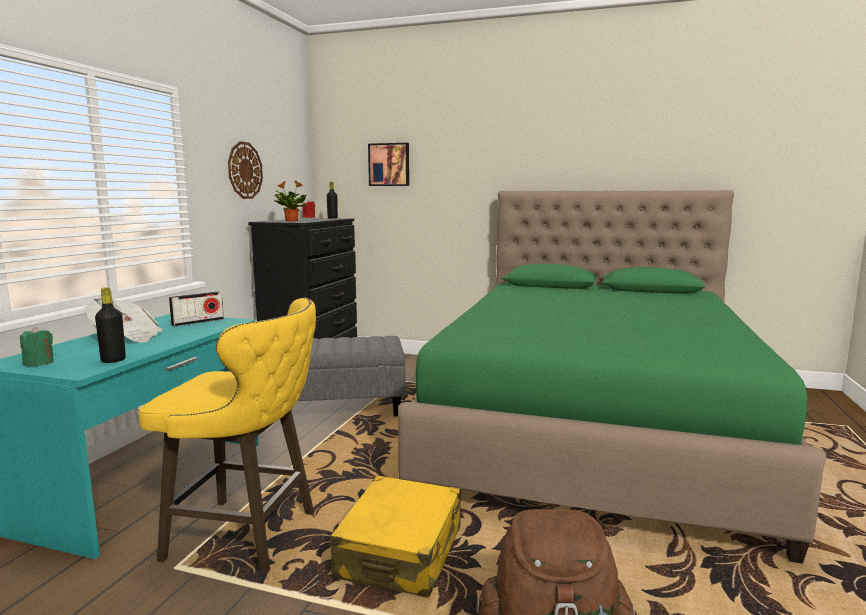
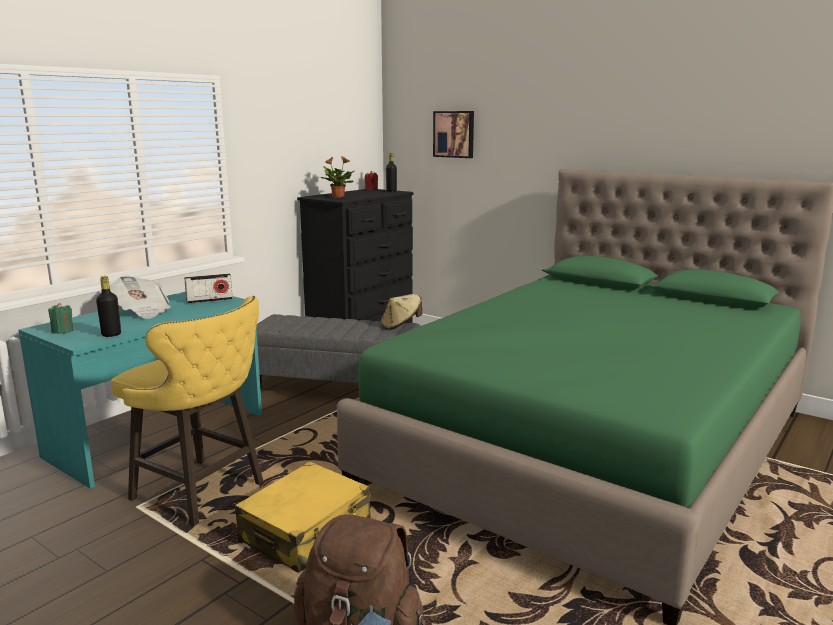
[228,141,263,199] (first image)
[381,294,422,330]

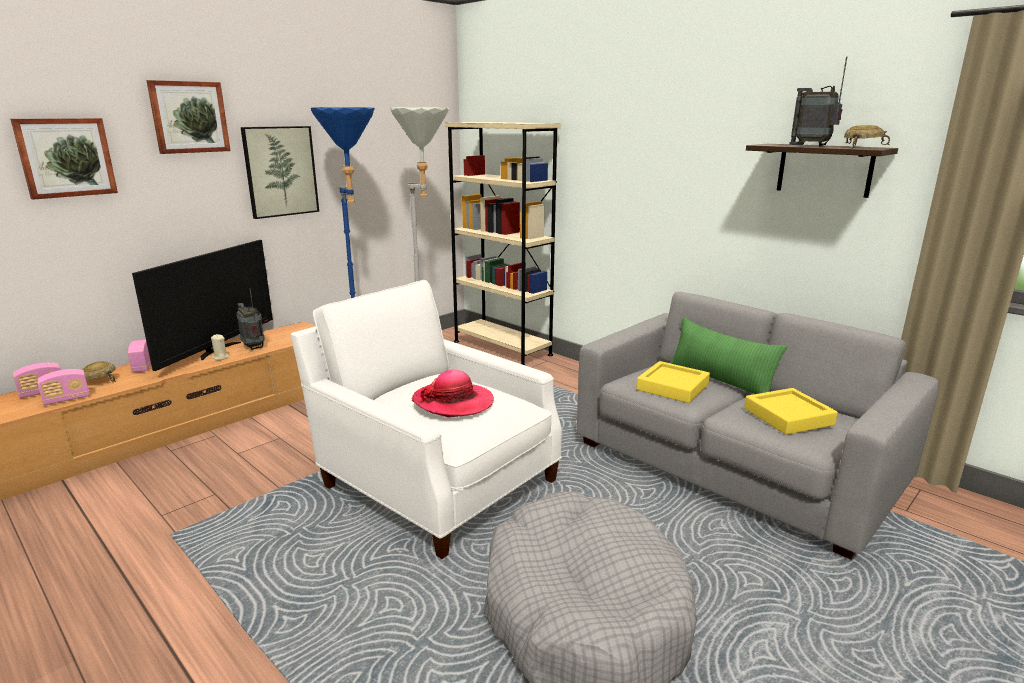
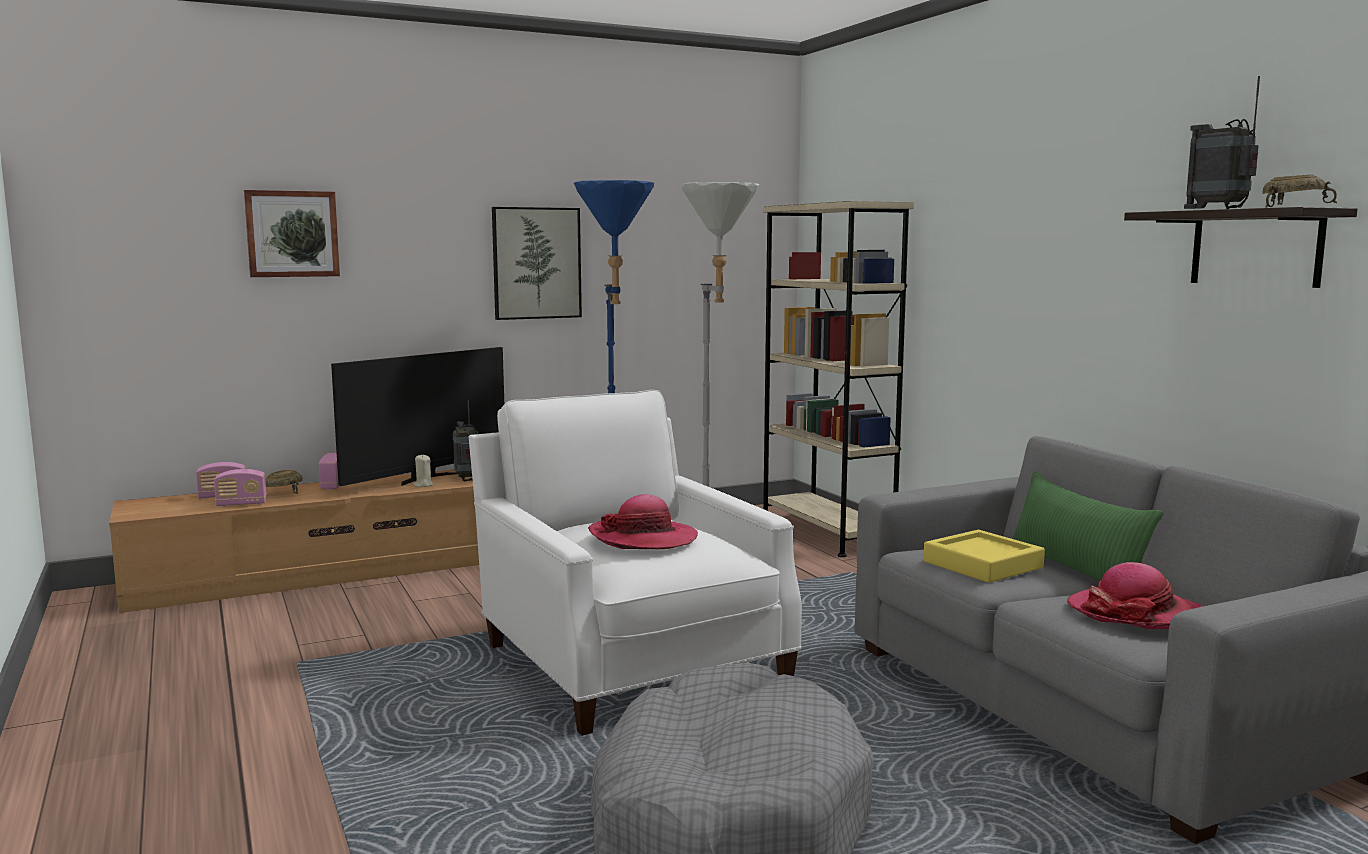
[146,80,231,154] (first image)
[1066,562,1203,629]

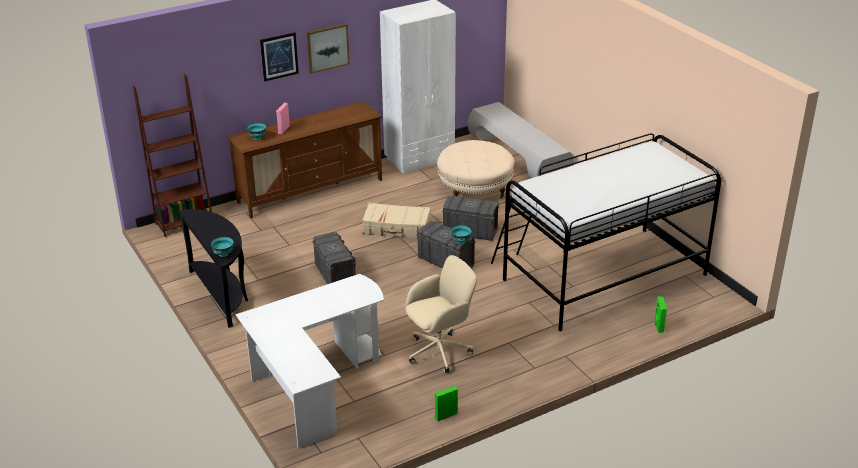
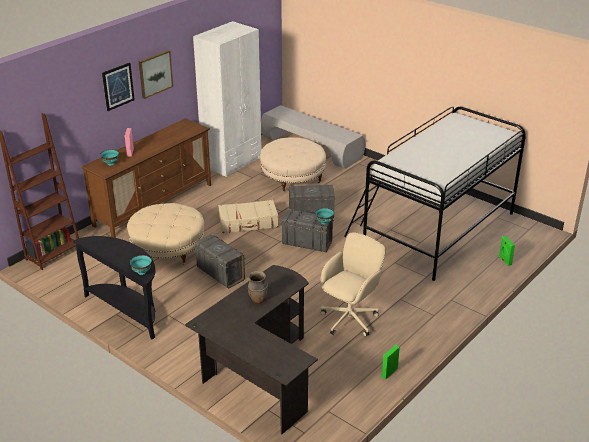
[185,265,318,434]
[127,203,204,264]
[248,271,268,303]

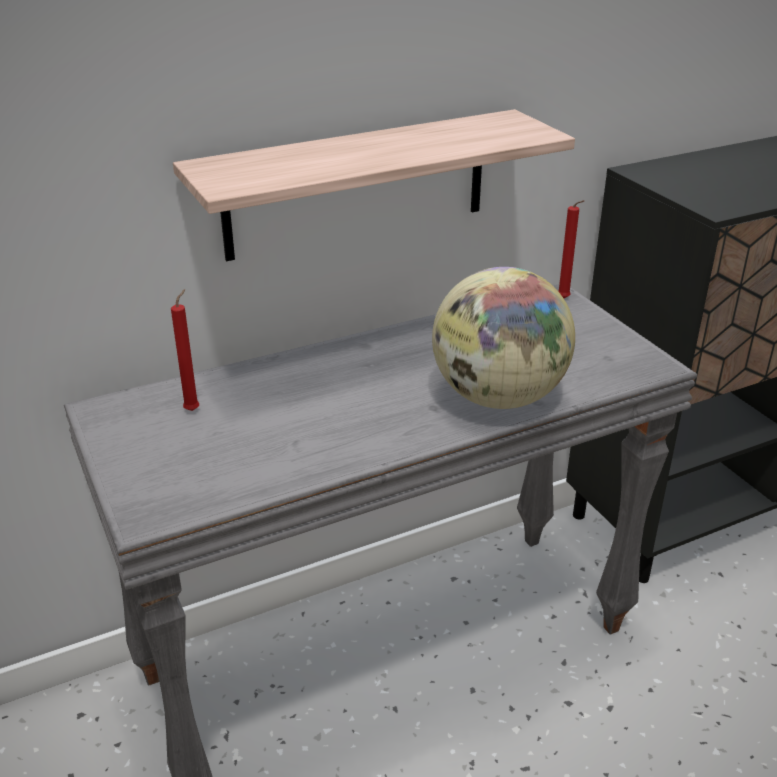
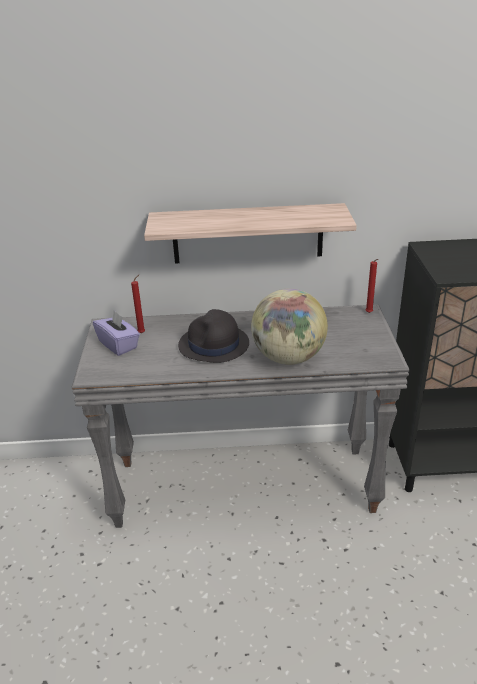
[93,311,140,356]
[178,309,249,363]

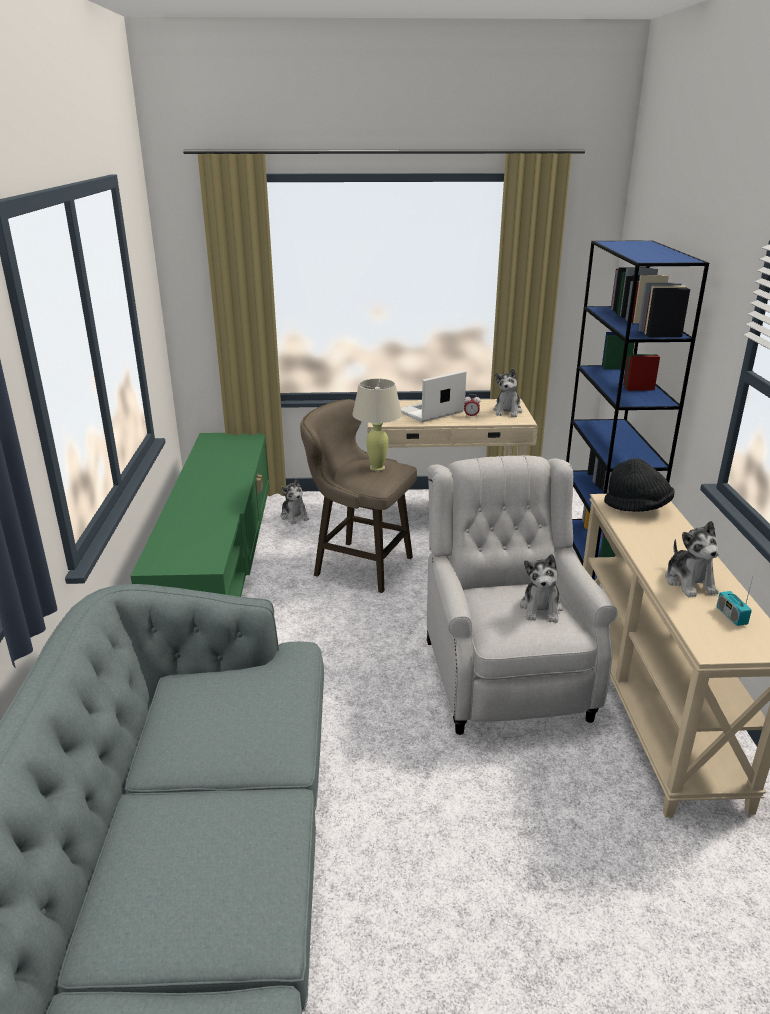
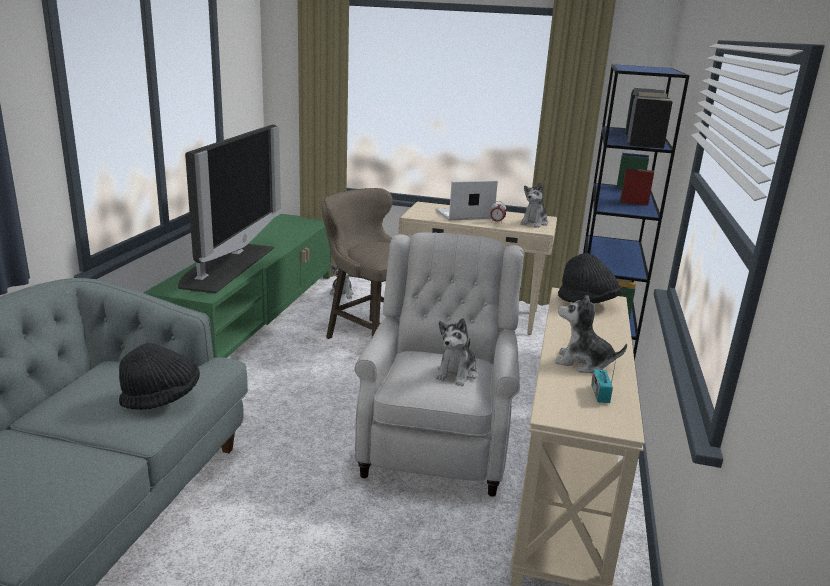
[352,378,402,471] (first image)
[555,295,627,373]
[119,343,200,410]
[178,125,281,293]

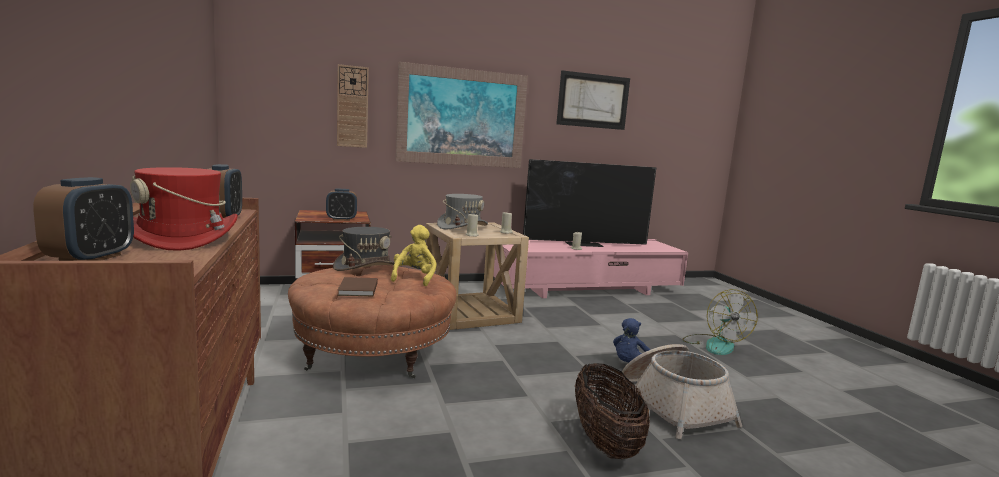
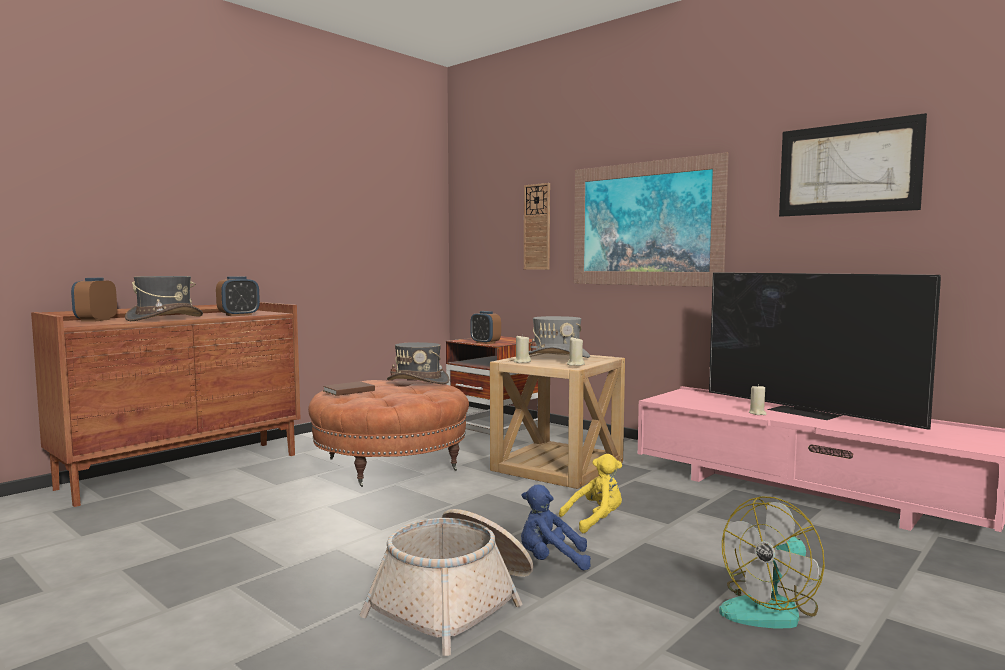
[71,278,117,322]
[125,276,203,321]
[559,454,622,533]
[575,363,650,459] (first image)

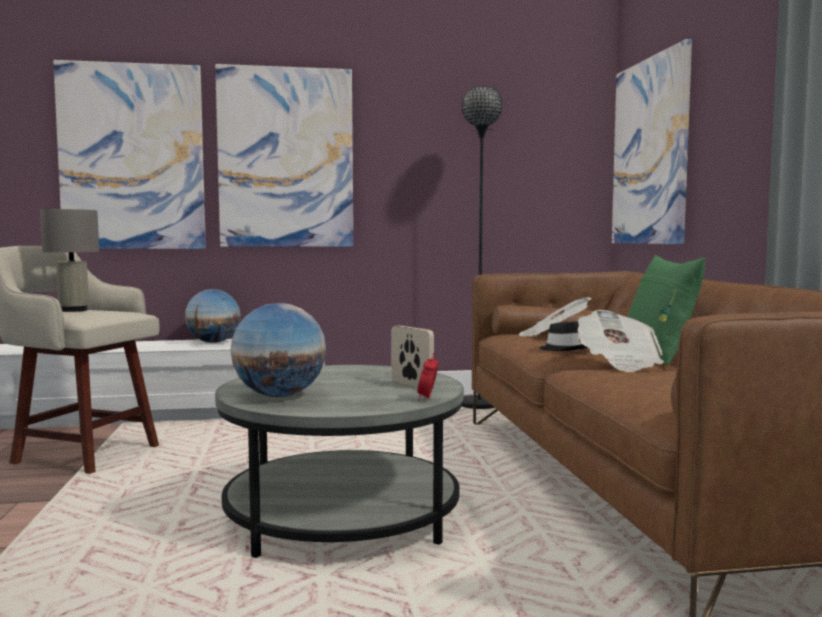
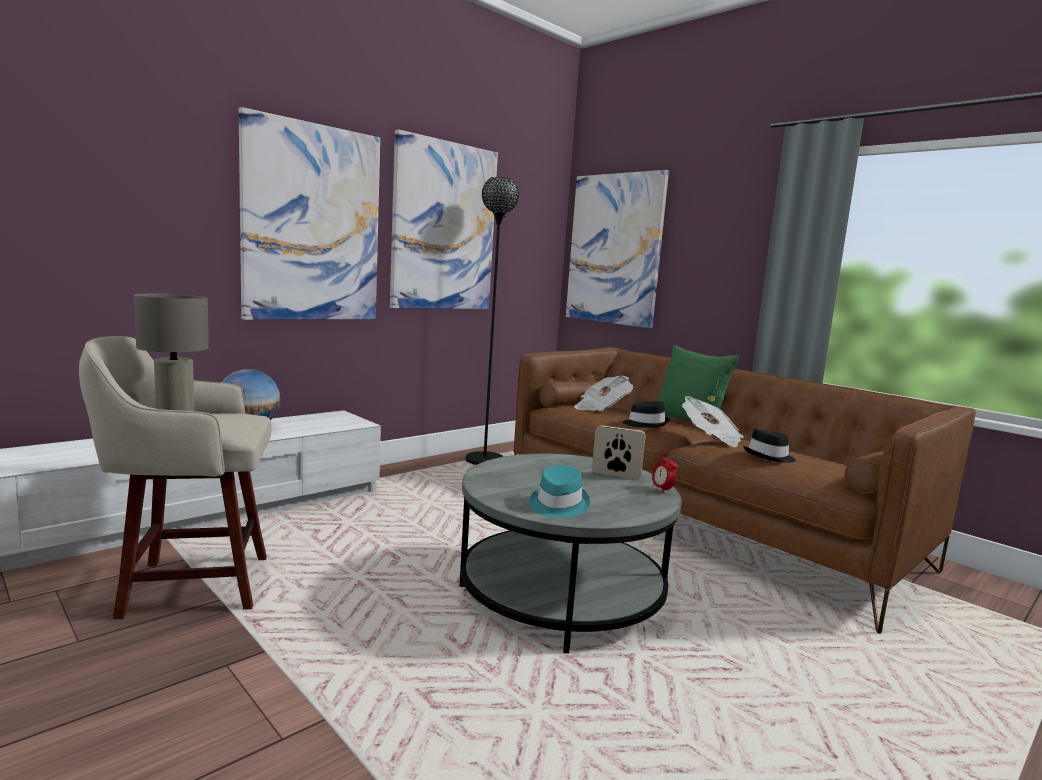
[390,129,498,309]
[529,465,590,518]
[743,428,795,462]

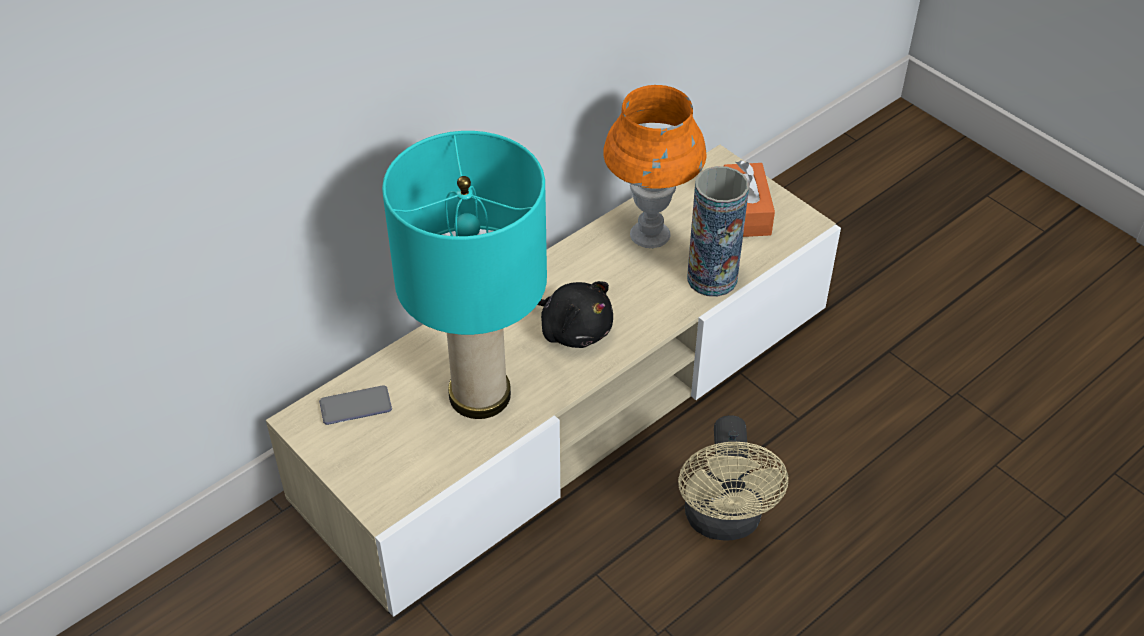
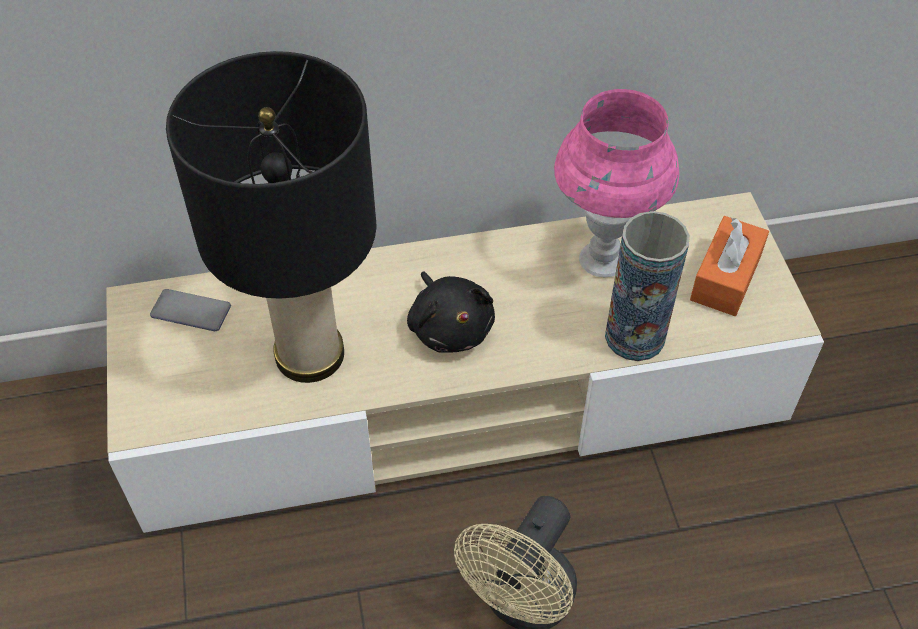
[166,51,377,383]
[554,89,679,277]

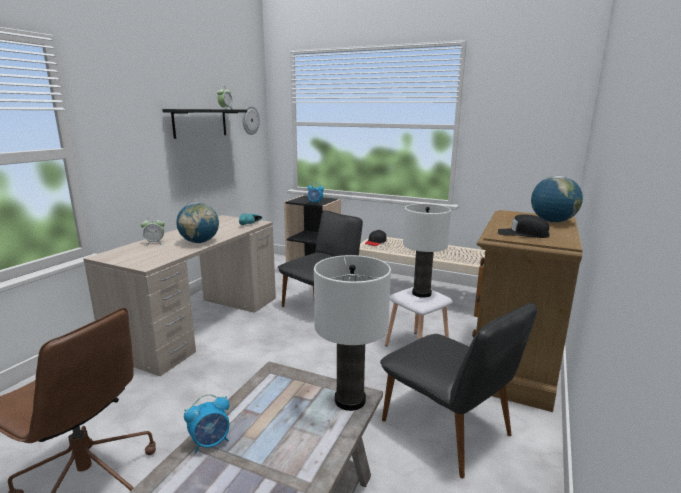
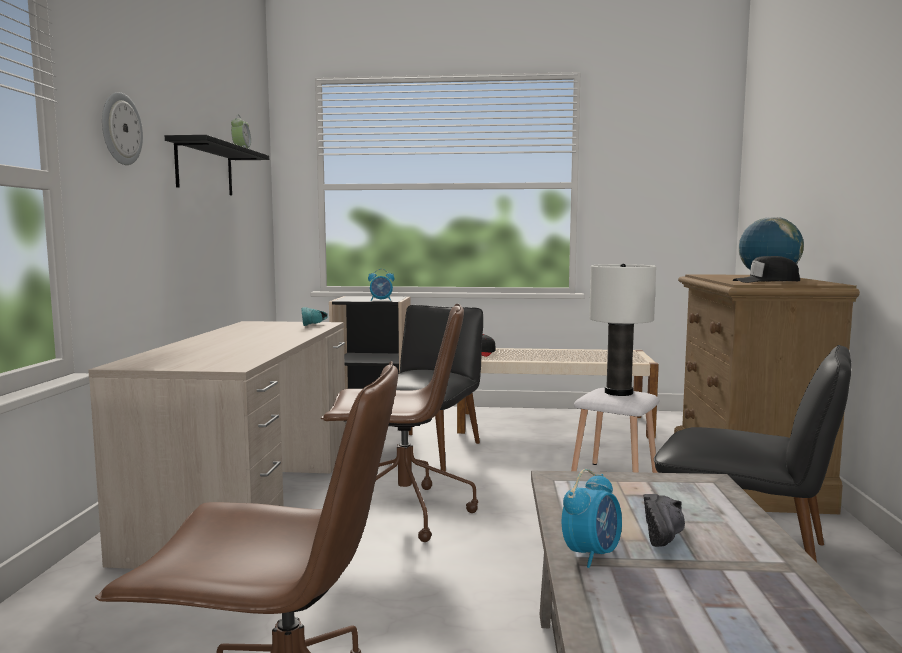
[141,220,165,245] (first image)
[176,202,219,243] (first image)
[102,92,143,165]
[314,255,391,411] (first image)
[321,304,478,542]
[643,494,685,547]

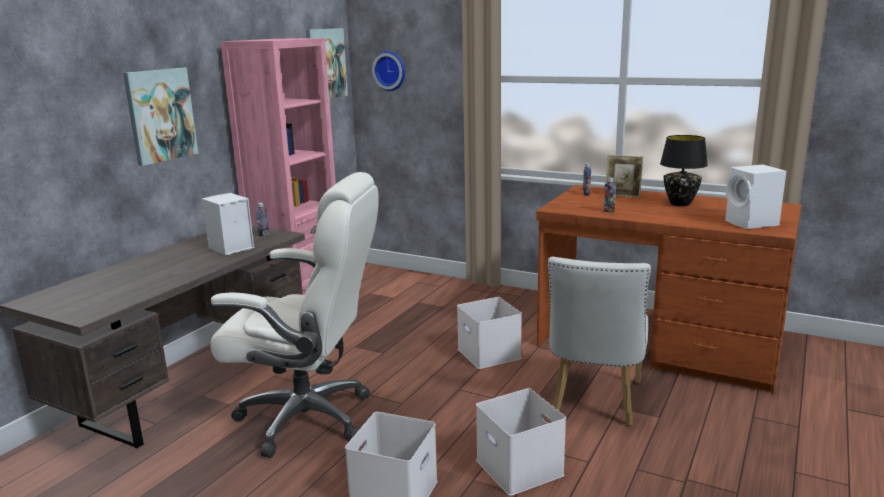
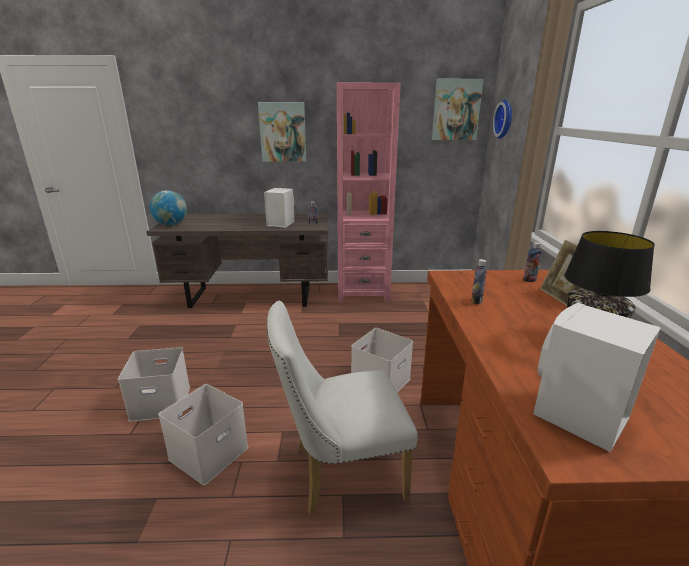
[211,172,379,458] (first image)
[150,190,187,225]

